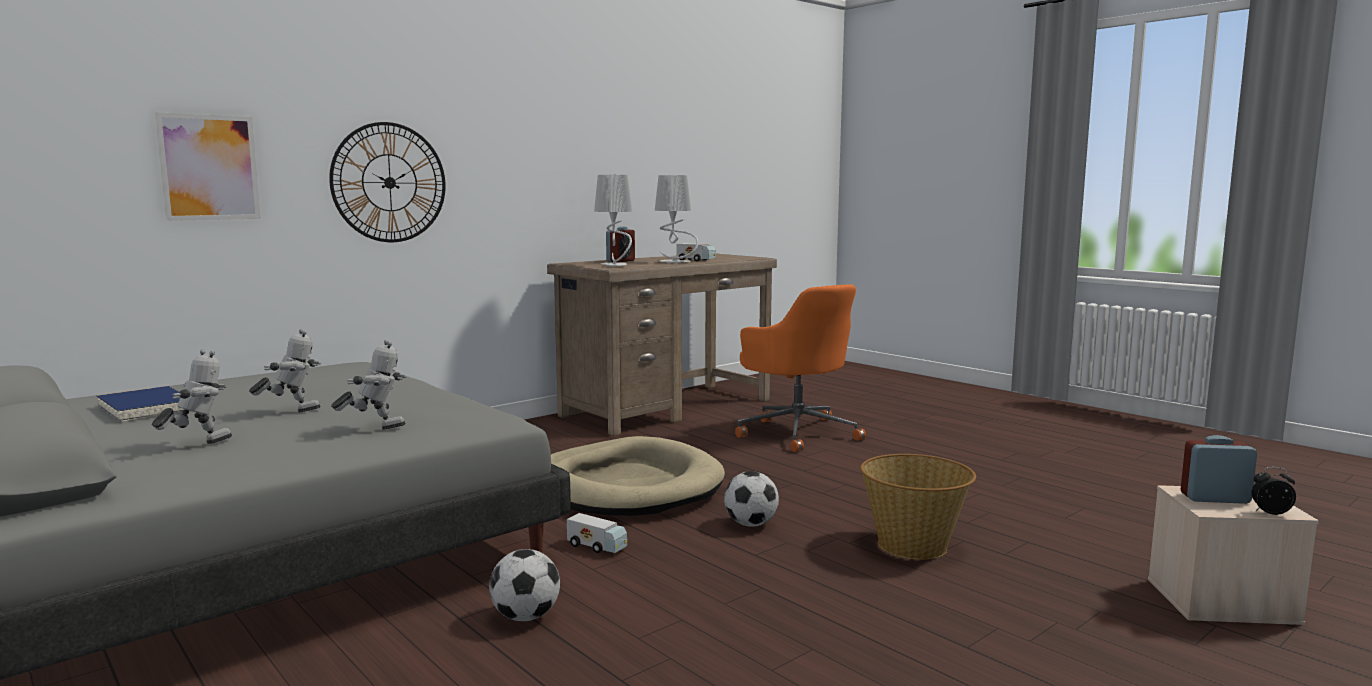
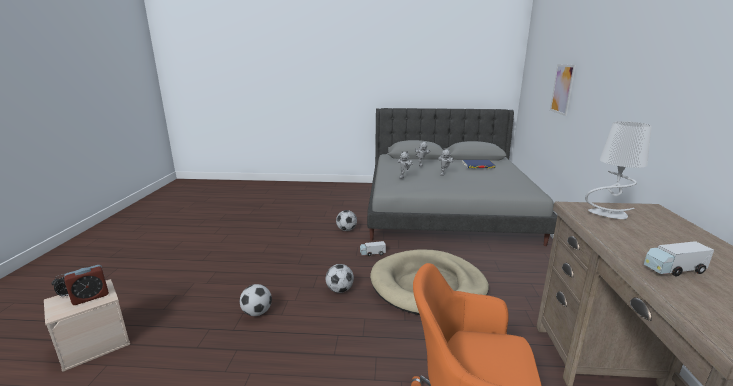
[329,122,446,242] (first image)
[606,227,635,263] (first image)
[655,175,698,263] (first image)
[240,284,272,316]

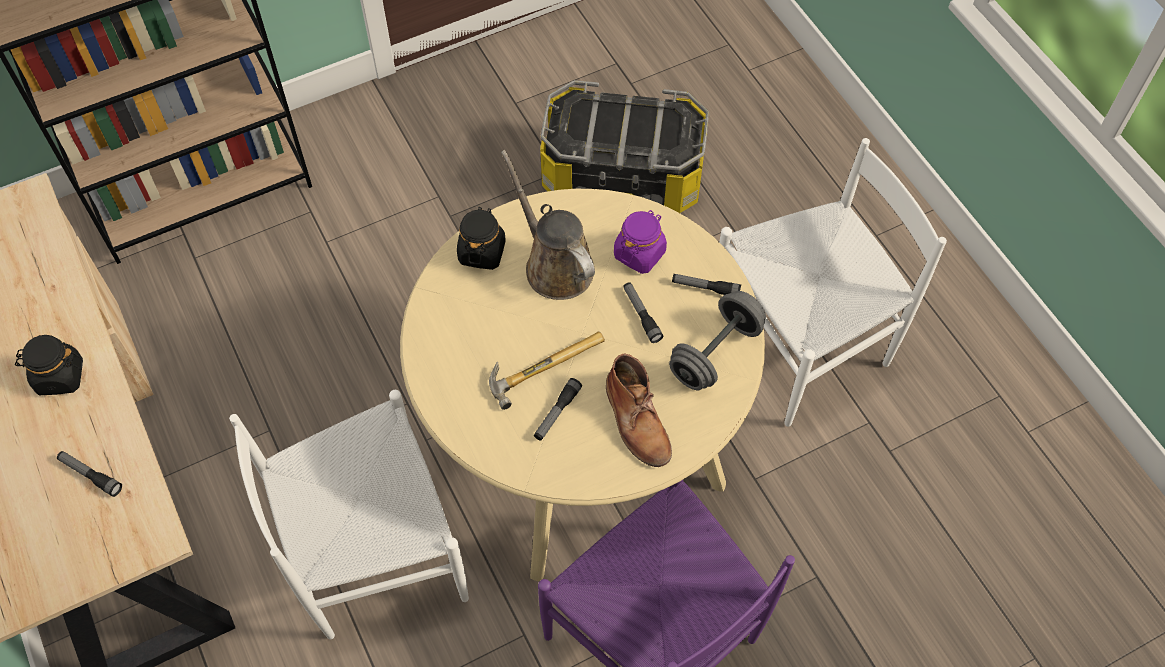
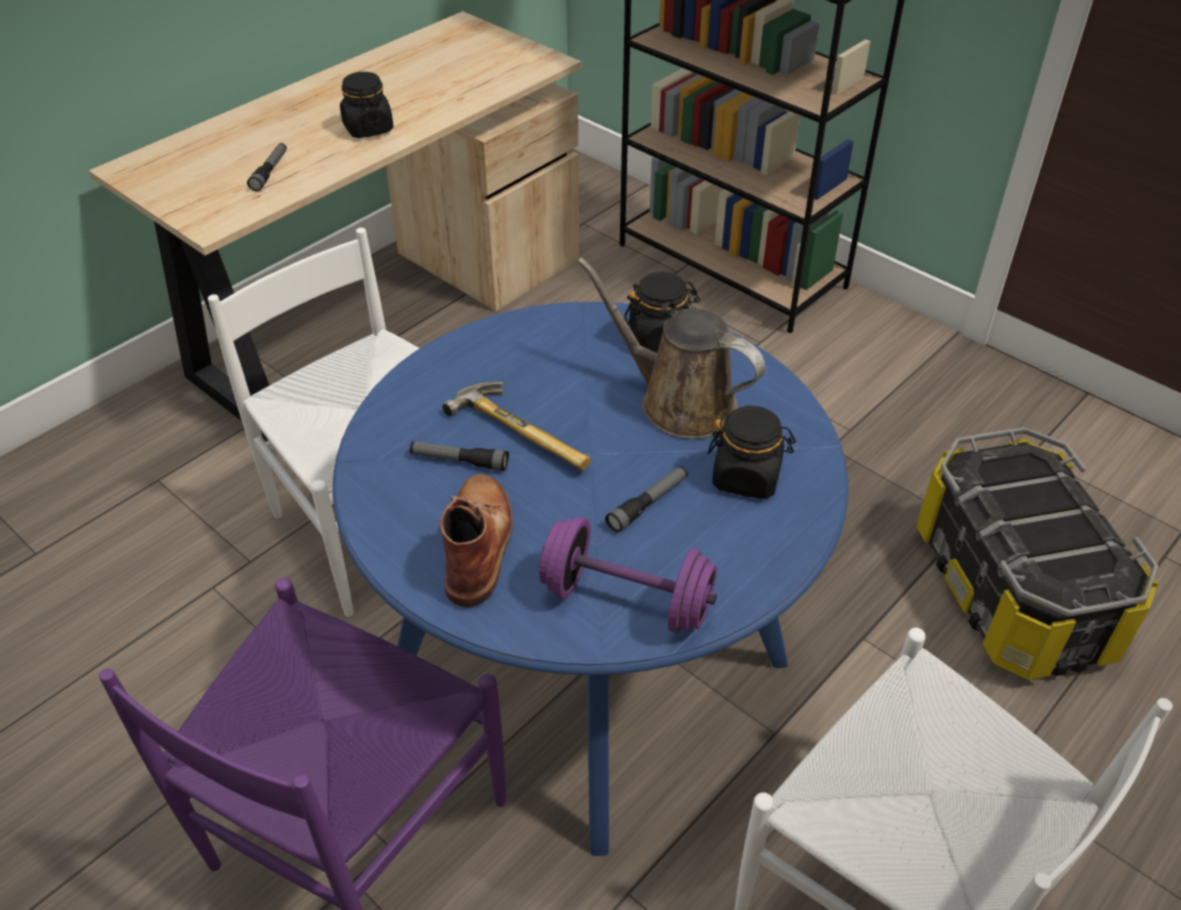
[333,302,848,856]
[577,257,765,439]
[440,474,513,607]
[708,406,796,499]
[539,517,717,633]
[672,274,741,295] (first image)

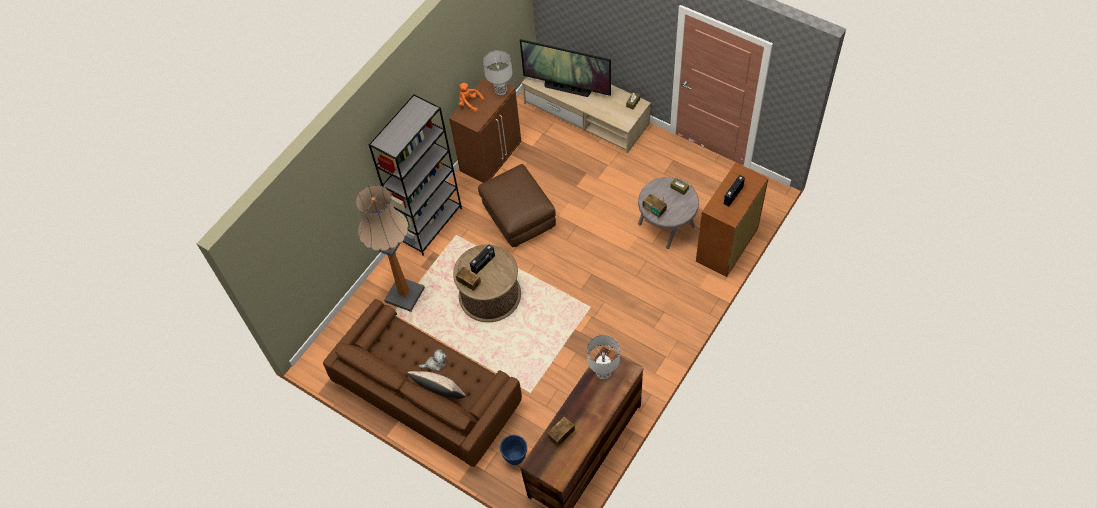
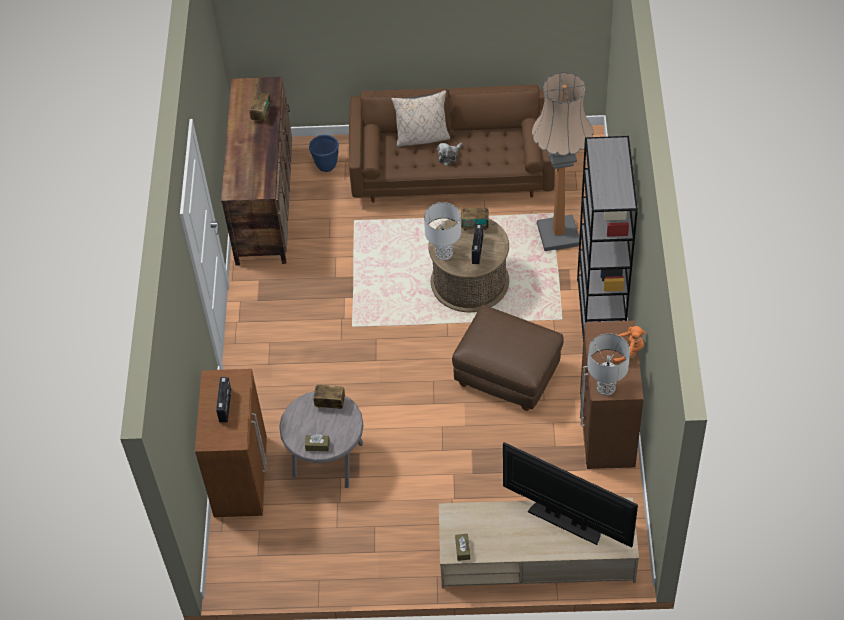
[503,442,638,548]
[424,202,461,260]

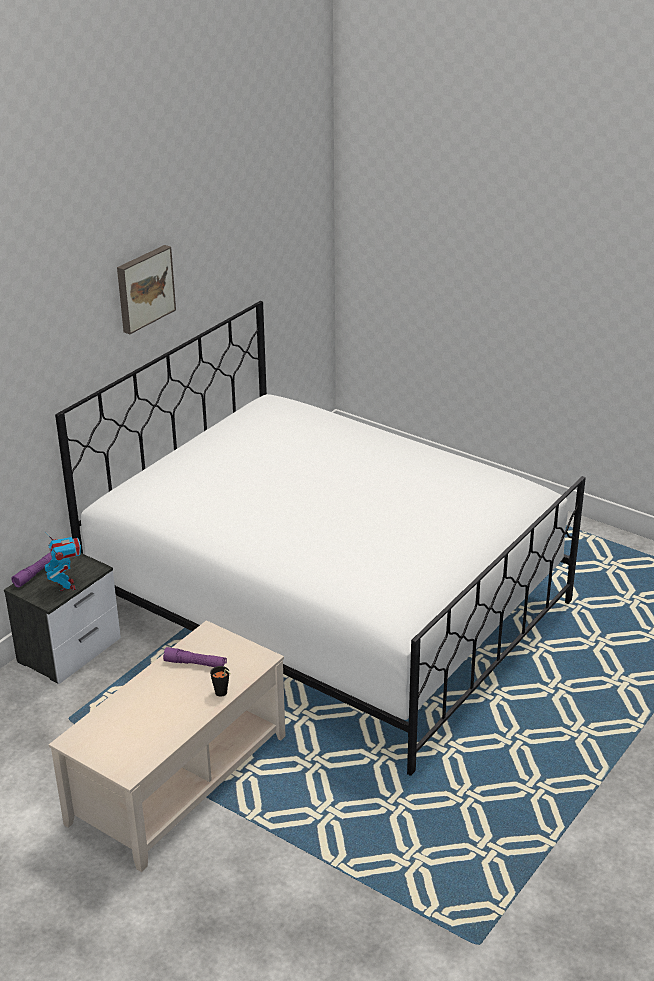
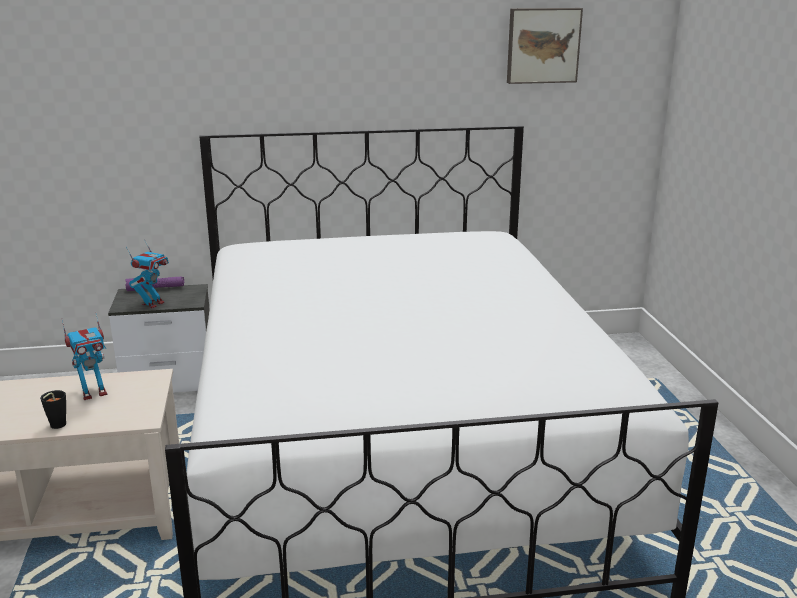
[507,8,583,84]
[61,311,107,400]

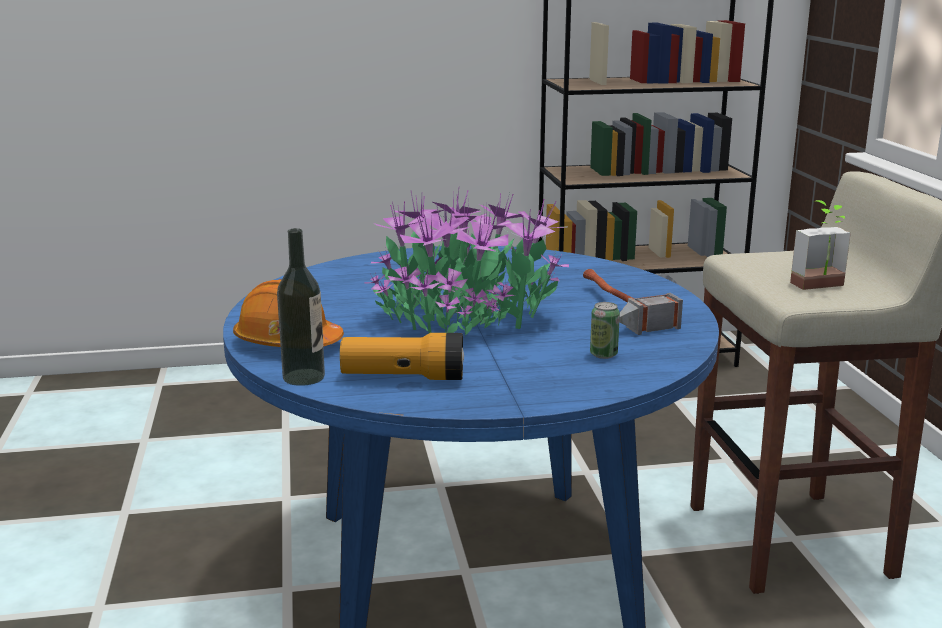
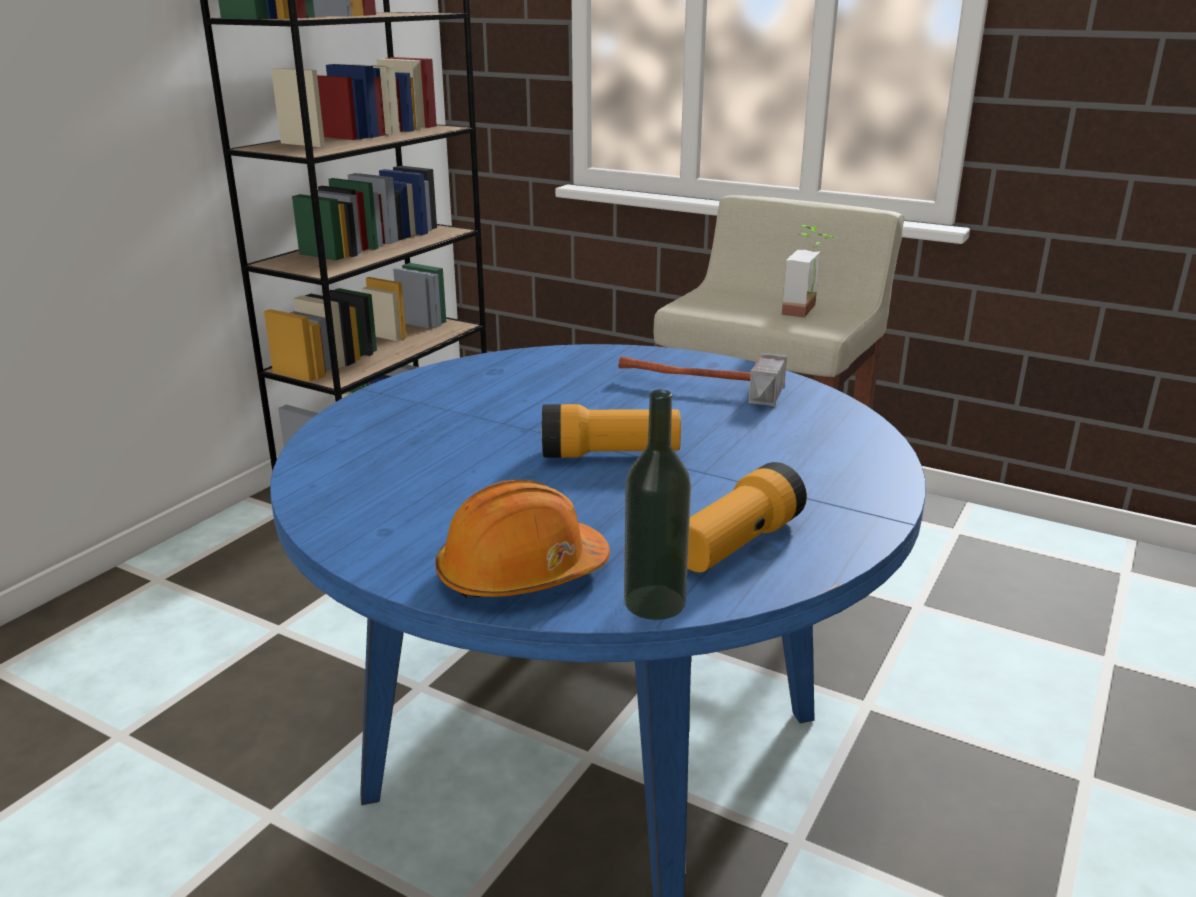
[541,404,681,458]
[590,302,620,359] (first image)

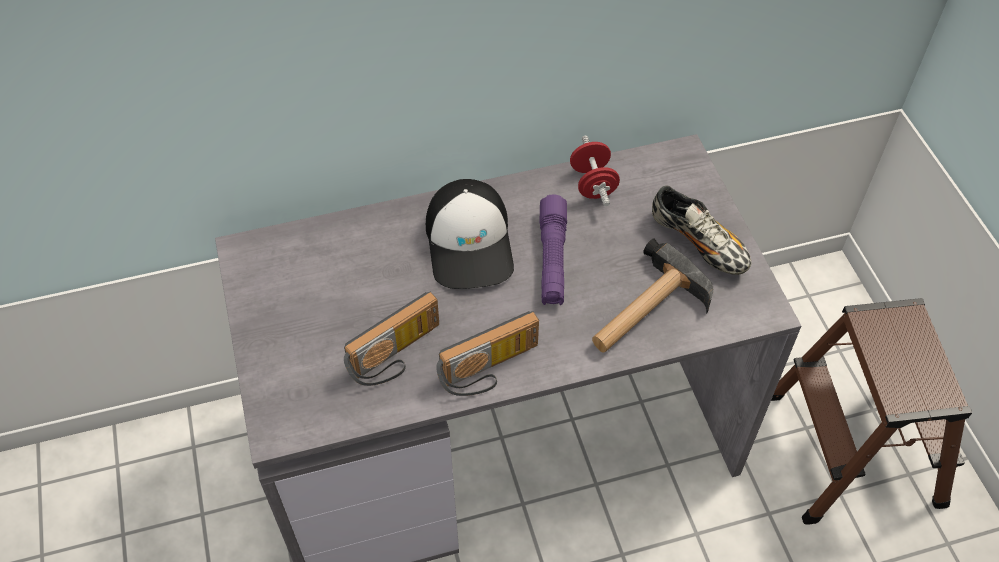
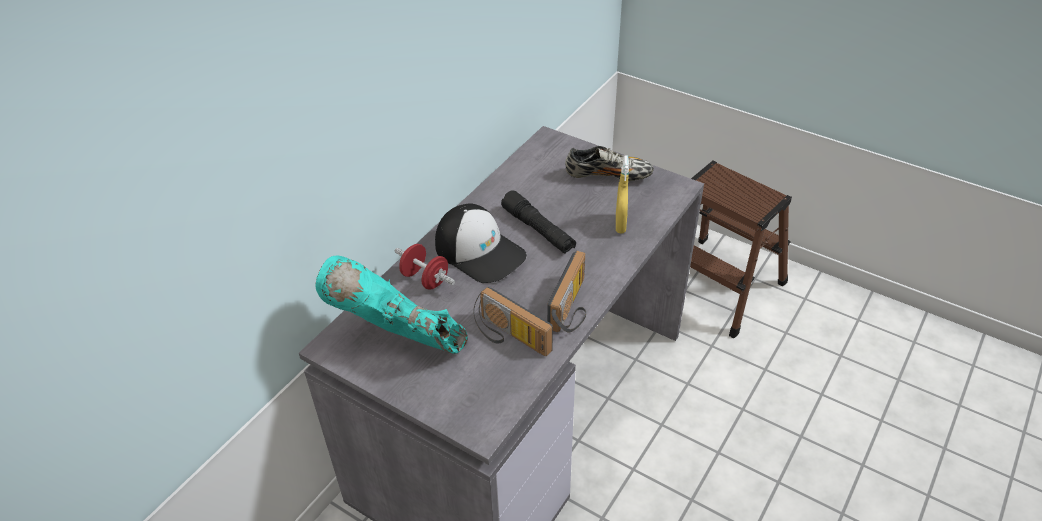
[474,287,553,356]
[501,190,576,254]
[395,244,455,290]
[616,155,629,233]
[315,255,467,354]

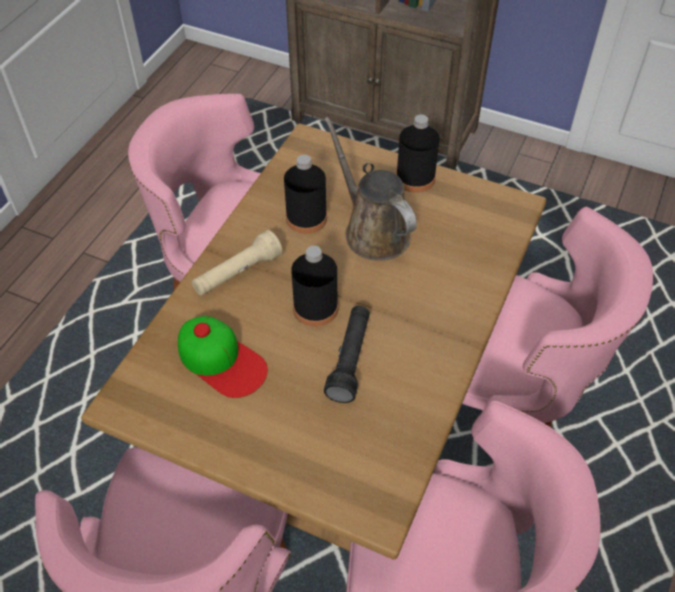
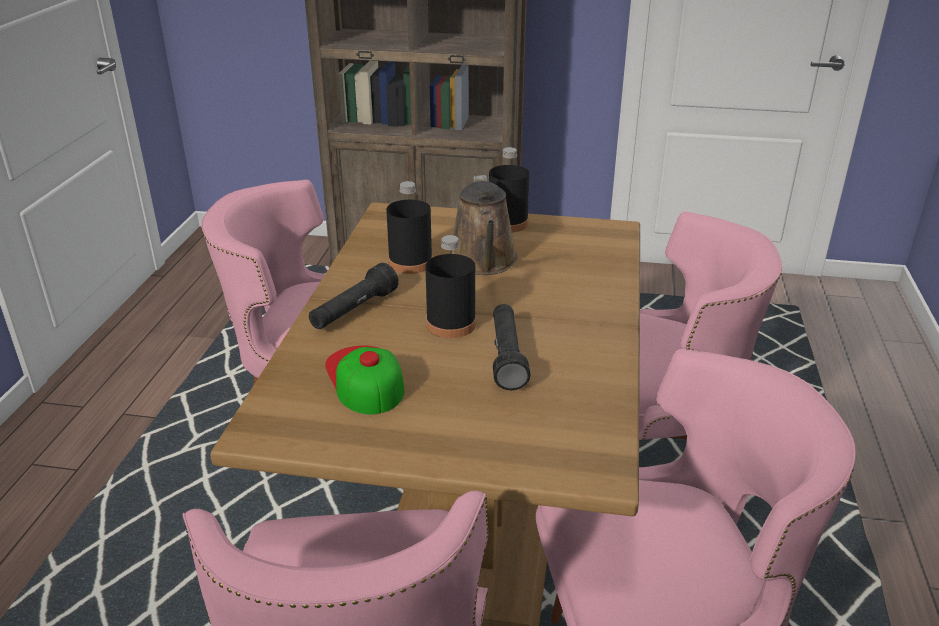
[325,345,404,415]
[309,263,399,329]
[450,175,518,275]

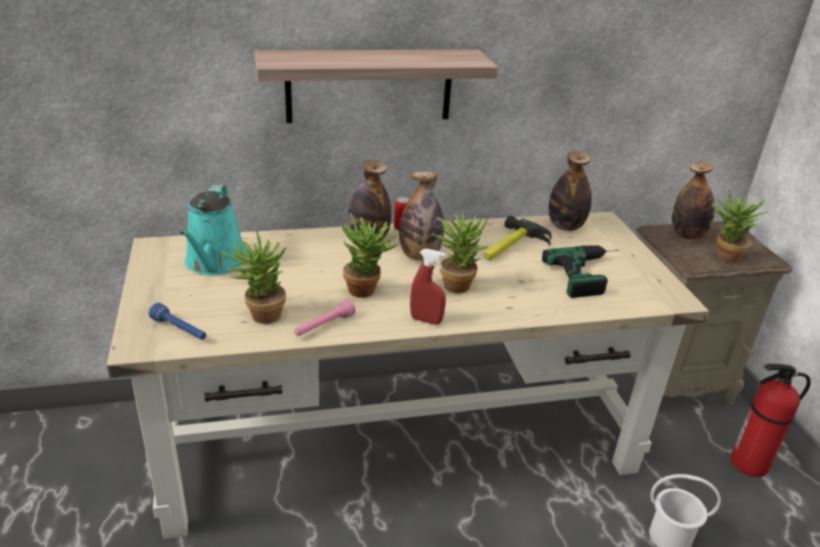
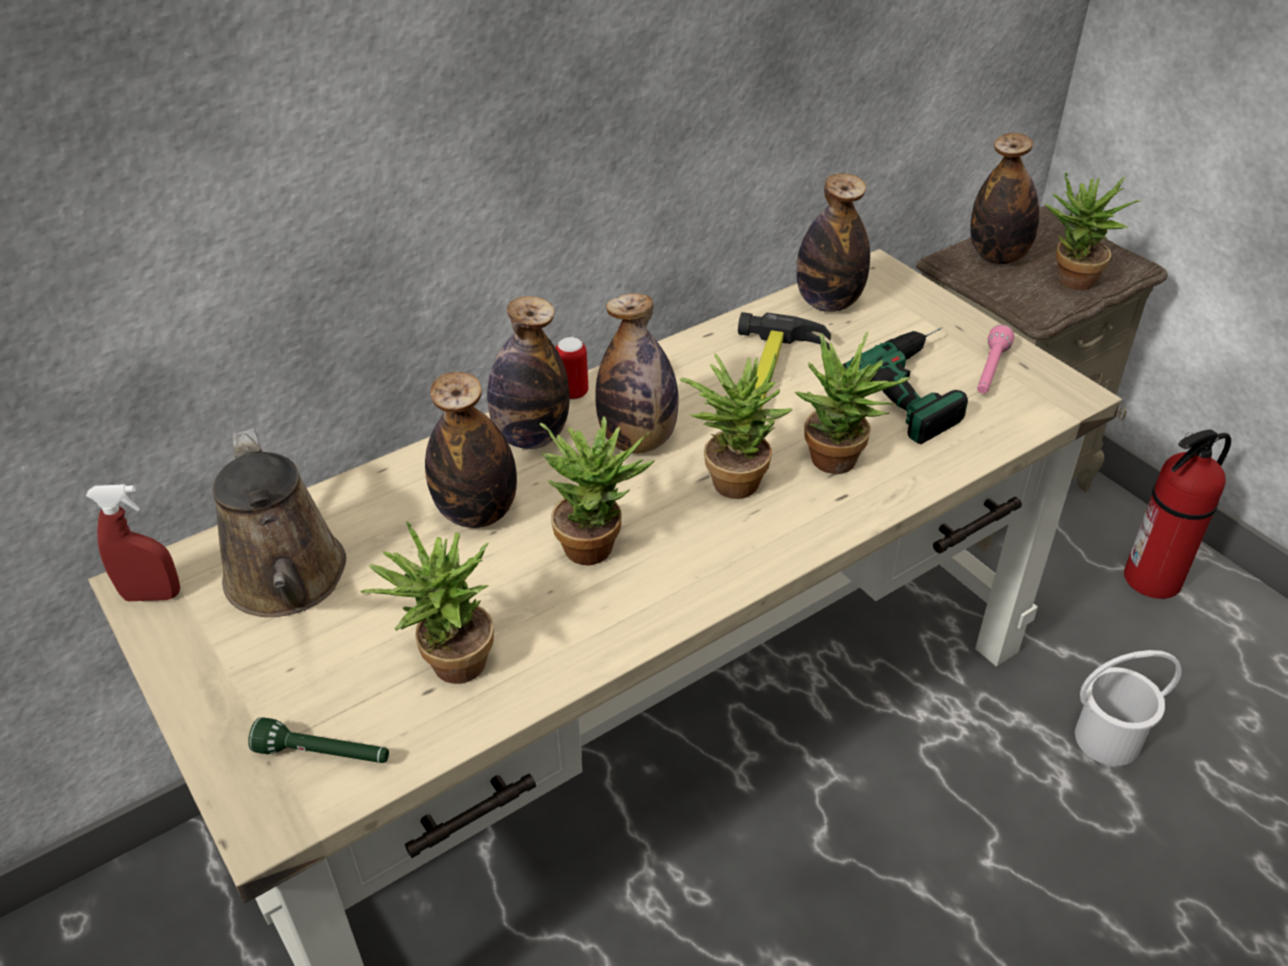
[248,717,389,763]
[213,428,346,617]
[255,49,498,123] (first image)
[977,325,1014,394]
[86,484,180,601]
[425,372,517,528]
[795,332,910,474]

